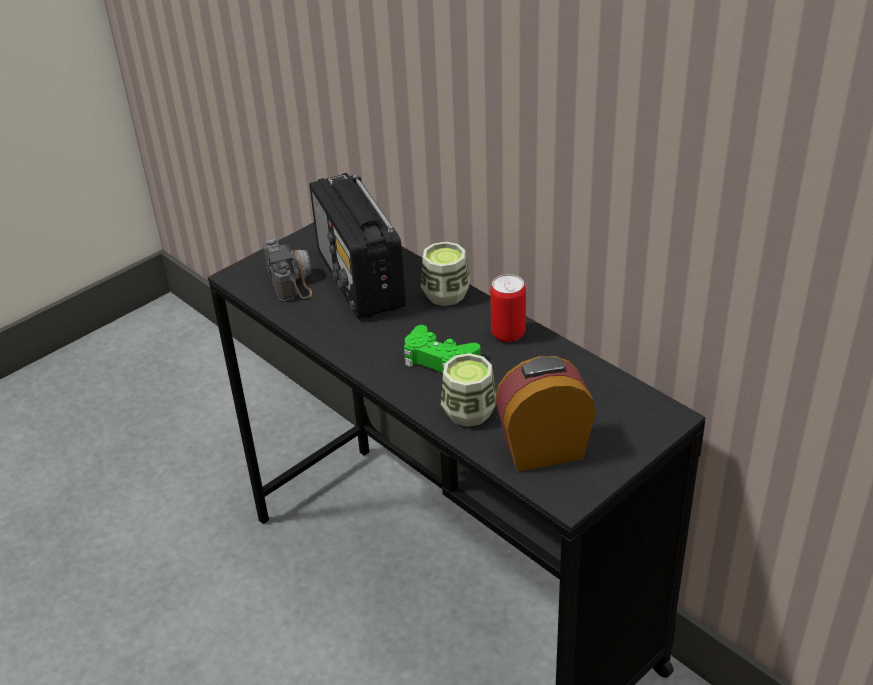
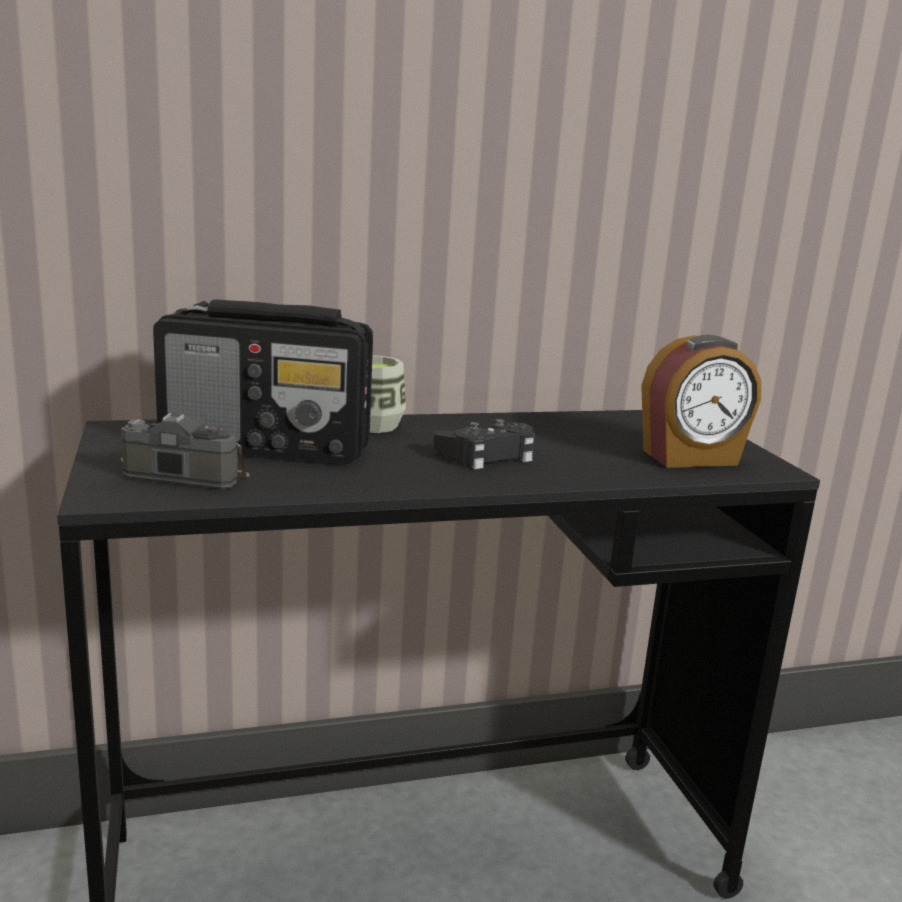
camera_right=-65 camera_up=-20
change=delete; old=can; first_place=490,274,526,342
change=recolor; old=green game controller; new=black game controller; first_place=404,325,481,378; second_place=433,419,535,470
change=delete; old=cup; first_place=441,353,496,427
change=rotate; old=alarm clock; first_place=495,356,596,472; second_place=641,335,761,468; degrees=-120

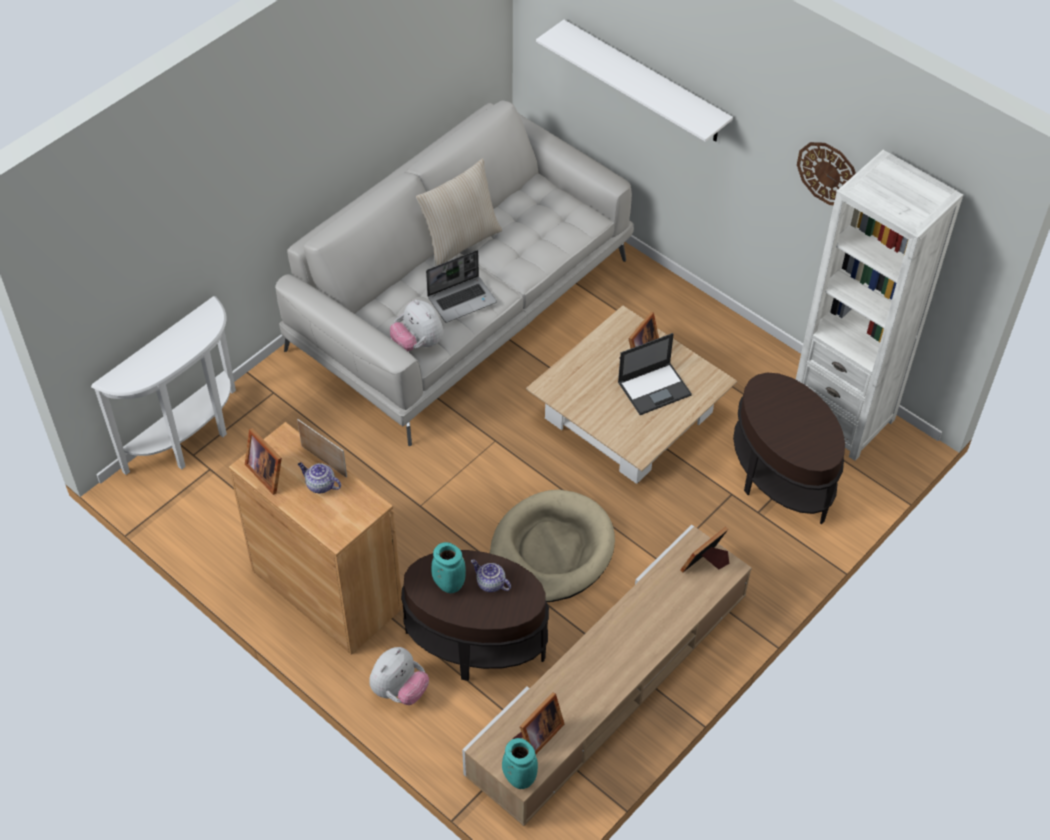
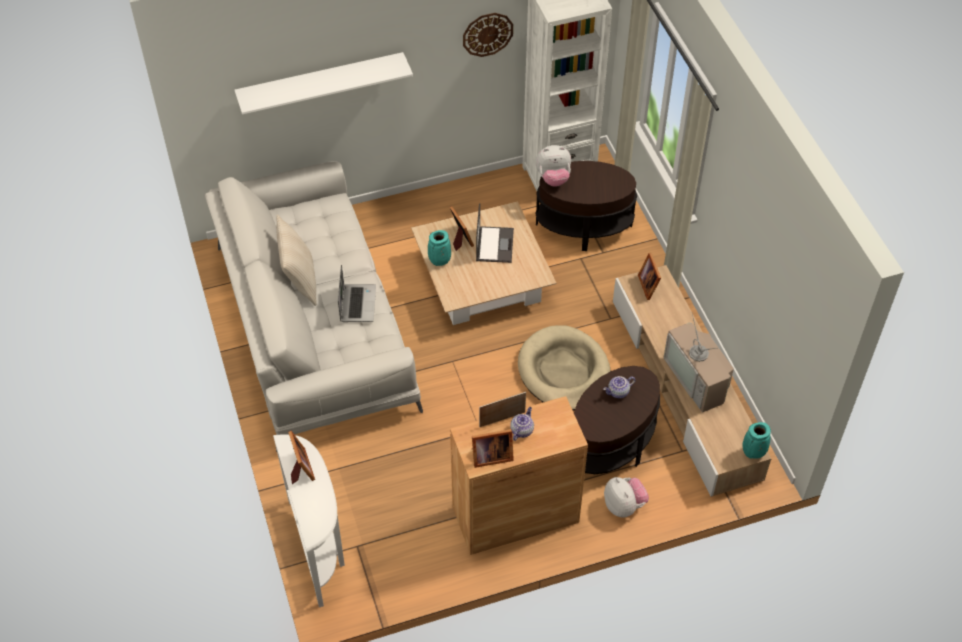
camera_right=-60 camera_up=0
change=move; old=plush toy; first_place=390,299,444,352; second_place=535,145,571,187
change=rotate; old=teapot; first_place=298,462,341,493; second_place=510,407,534,441; degrees=150
change=move; old=turquoise vase; first_place=431,542,466,593; second_place=428,230,451,266
change=move; old=picture frame; first_place=513,692,565,754; second_place=288,431,315,484
change=insert; new=television; second_place=664,314,734,413

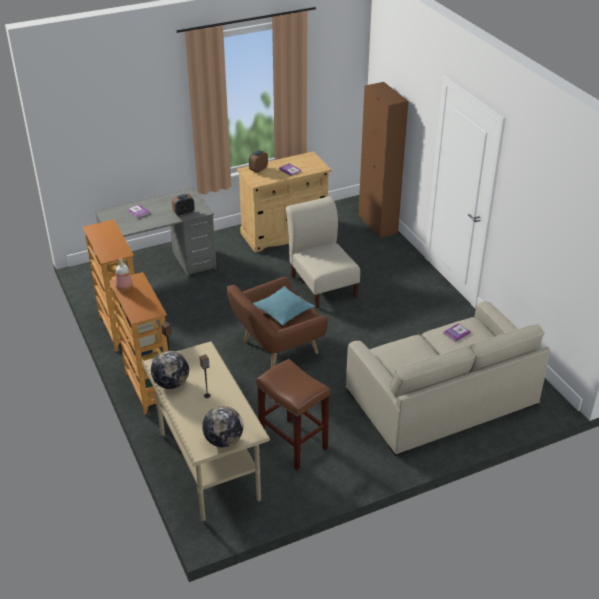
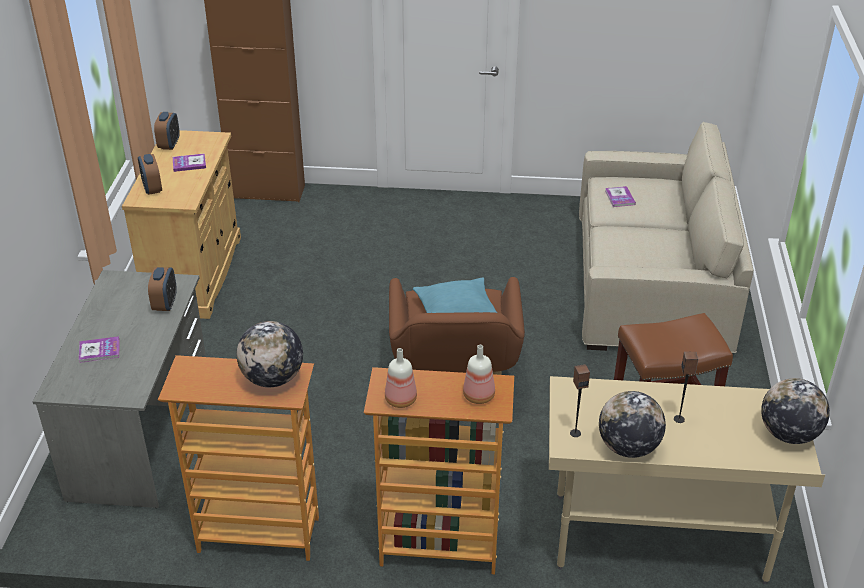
camera_right=-60 camera_up=0
change=delete; old=beige chair; first_place=286,196,360,309
change=insert; new=alarm clock; second_place=154,112,180,150
change=insert; new=globe; second_place=237,321,303,387
change=insert; new=bottle; second_place=463,345,495,404

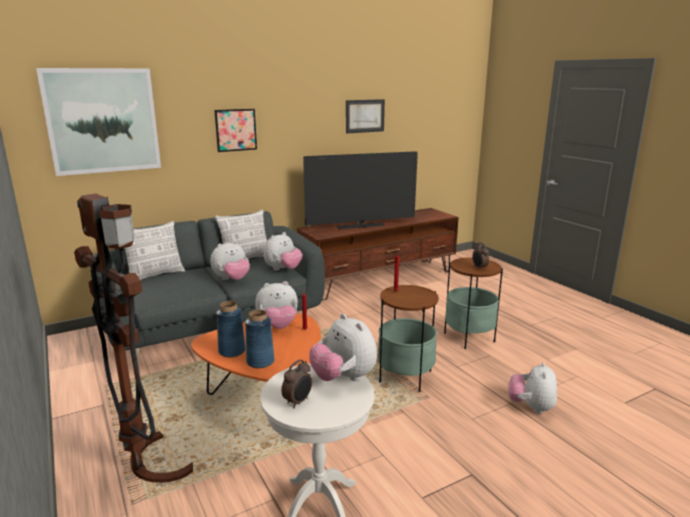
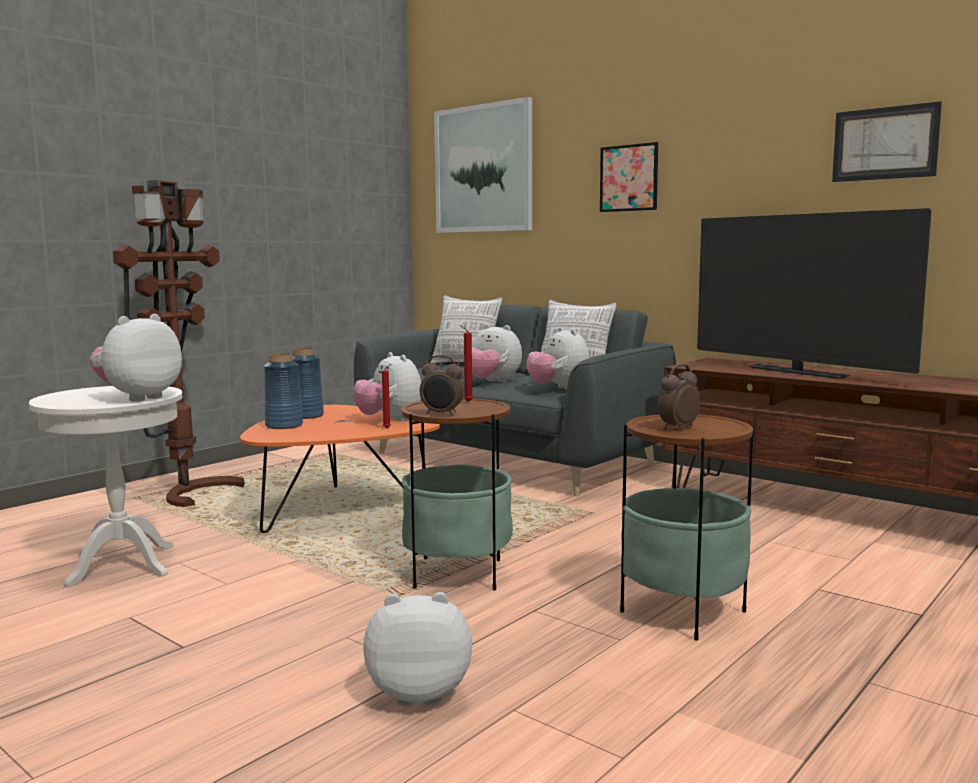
camera_right=70 camera_up=-10
change=rotate; old=plush toy; first_place=263,232,303,271; second_place=527,327,590,390; degrees=45
change=move; old=alarm clock; first_place=281,359,312,408; second_place=420,355,464,416

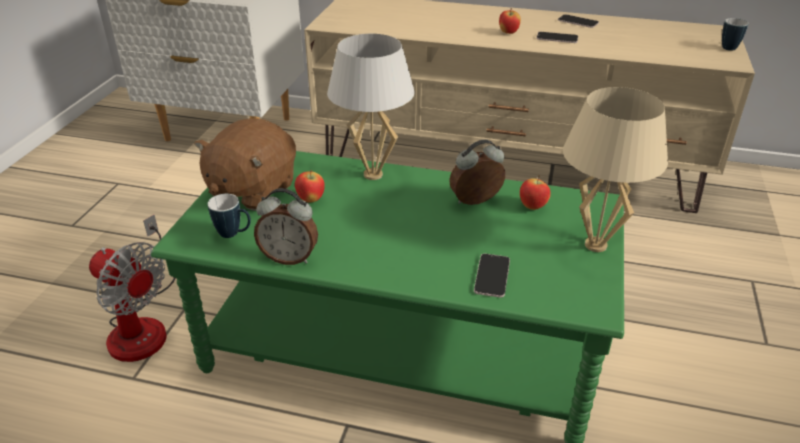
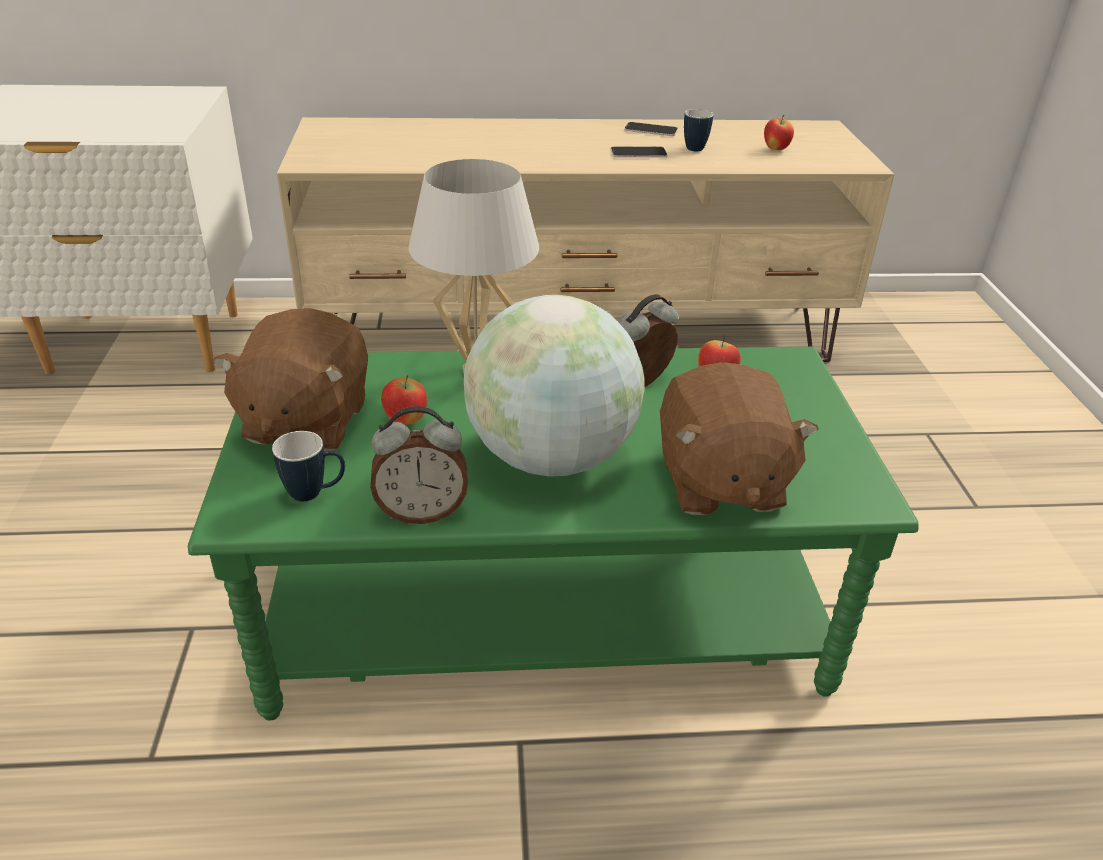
camera_right=-20 camera_up=0
change=move; old=apple; first_place=499,8,521,34; second_place=764,115,794,150
change=move; old=mug; first_place=722,18,749,51; second_place=684,109,714,151
change=delete; old=beige table lamp; first_place=563,87,668,252
change=delete; old=fan; first_place=89,215,175,362
change=replace; old=phone; new=brown plush toy; first_place=474,254,510,298; second_place=660,362,819,515
change=insert; new=globe; second_place=464,295,645,477

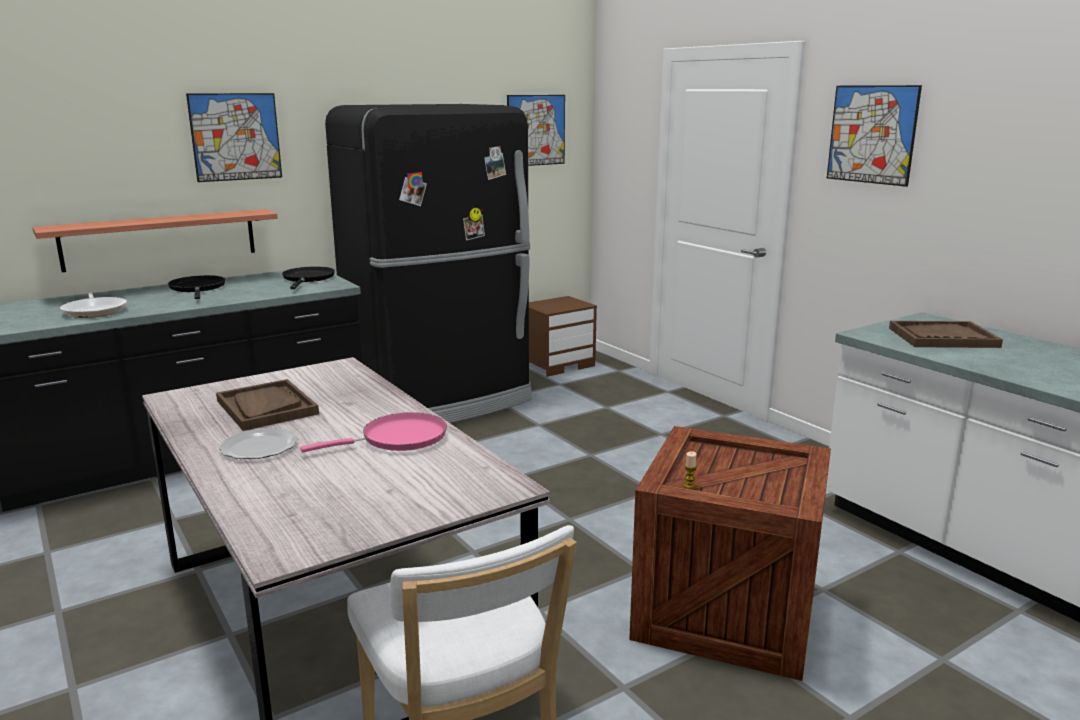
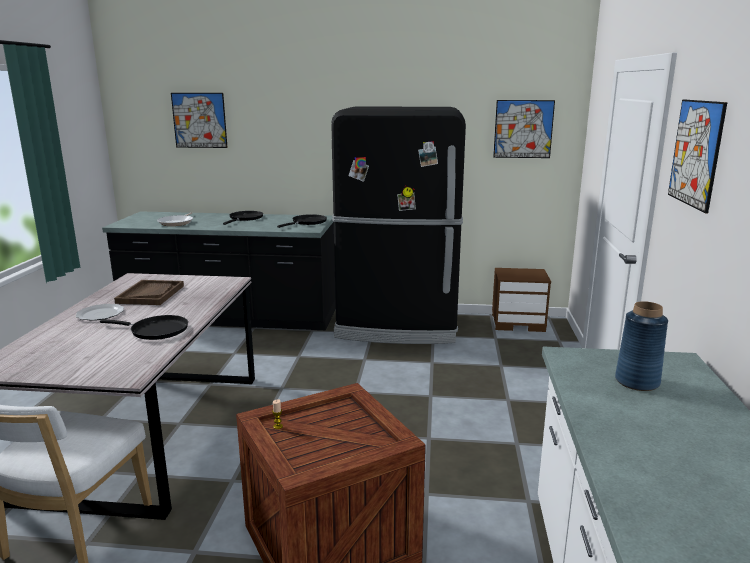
camera_right=40 camera_up=0
change=move; old=picture; first_place=186,93,282,182; second_place=171,93,228,148
change=delete; old=shelf; first_place=32,209,278,272
change=replace; old=brown tray; new=blue vase; first_place=889,321,1003,348; second_place=615,301,668,391
change=recolor; old=pink frying pan; new=black frying pan; first_place=301,412,447,452; second_place=100,315,188,340

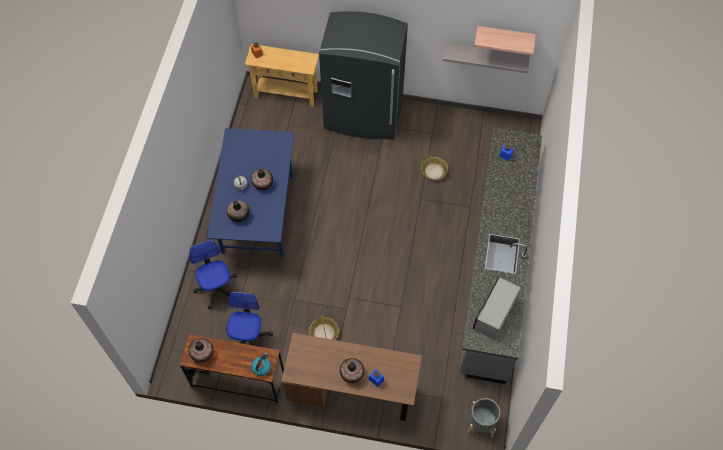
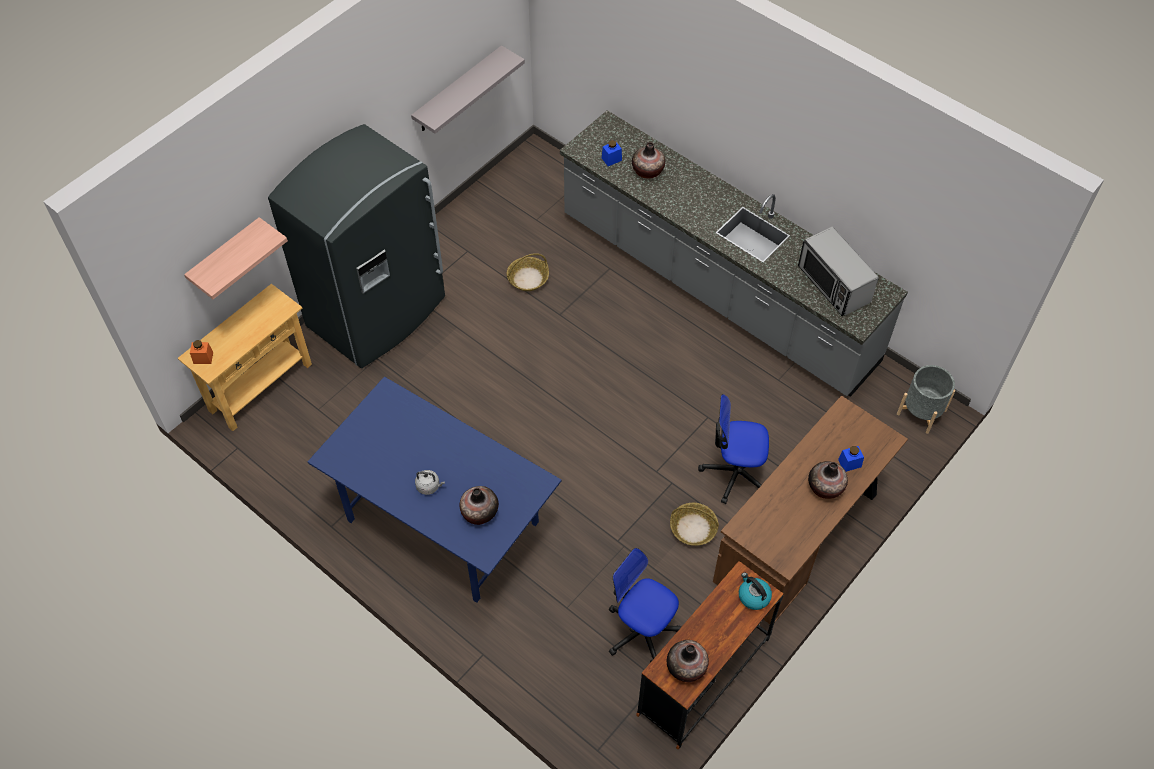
camera_right=-60 camera_up=-5
change=move; old=shelf; first_place=474,26,536,55; second_place=184,217,288,299
change=move; old=vase; first_place=251,169,273,190; second_place=632,142,665,178
change=move; old=office chair; first_place=190,240,237,309; second_place=698,394,769,504

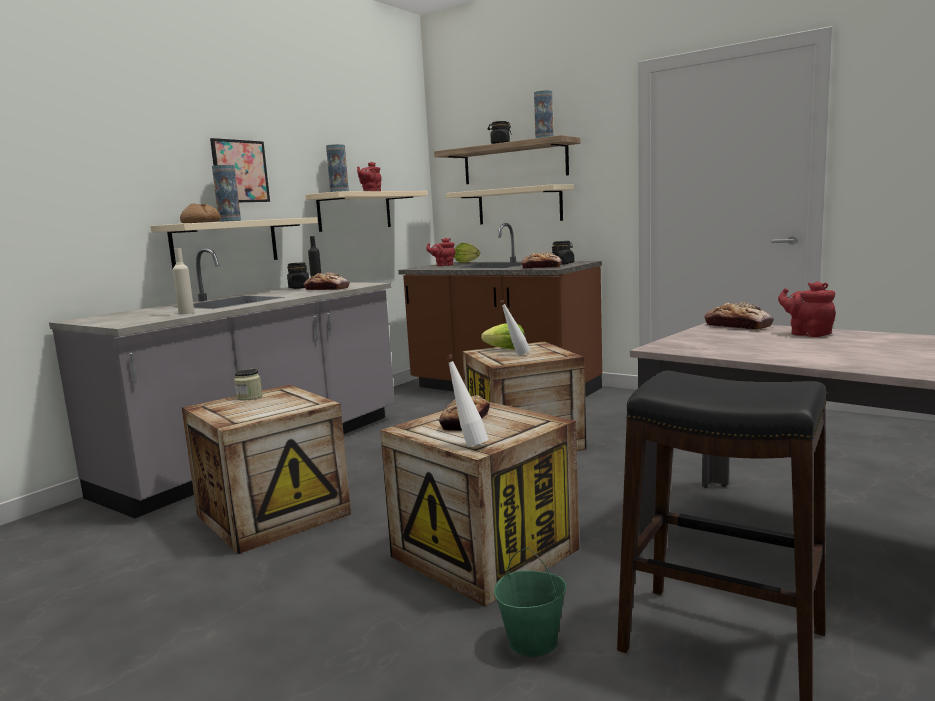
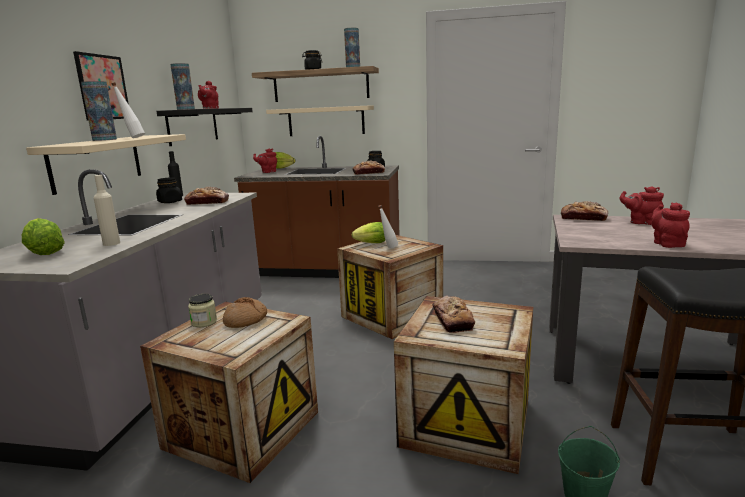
camera_right=-25 camera_up=5
change=recolor; old=beige shelf; new=black shelf; first_place=305,191,427,232; second_place=156,108,253,146
change=move; old=bread; first_place=180,203,221,223; second_place=223,297,267,328
change=move; old=white bottle; first_place=446,354,489,447; second_place=112,82,145,138
change=insert; new=red teapot; second_place=652,203,690,248
change=insert; new=lettuce; second_place=22,218,65,255

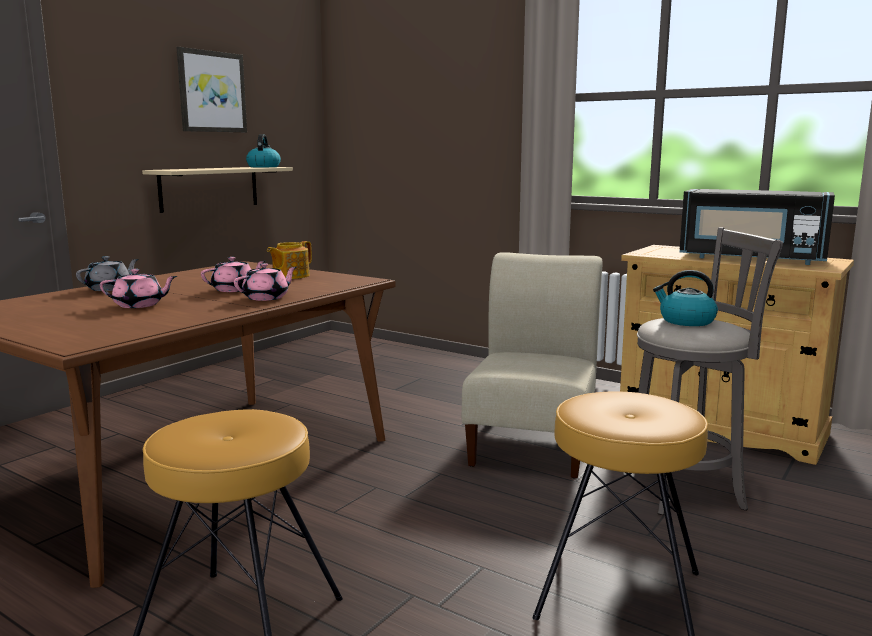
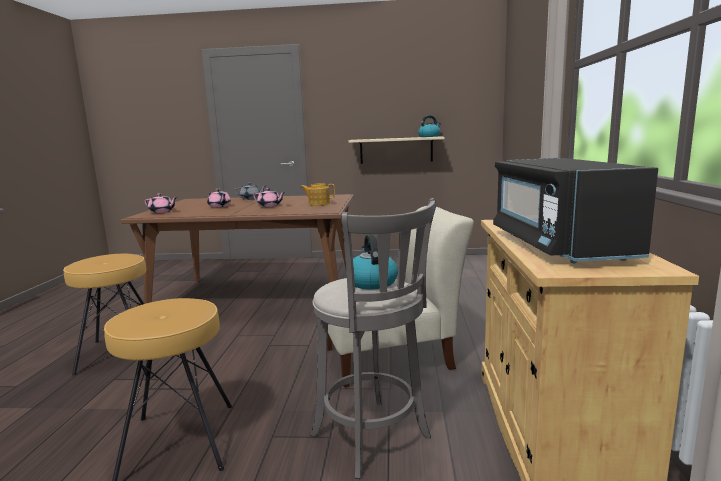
camera_right=60 camera_up=0
change=delete; old=picture; first_place=176,47,247,132
change=move; old=pink teapot; first_place=234,263,296,301; second_place=145,193,177,213

